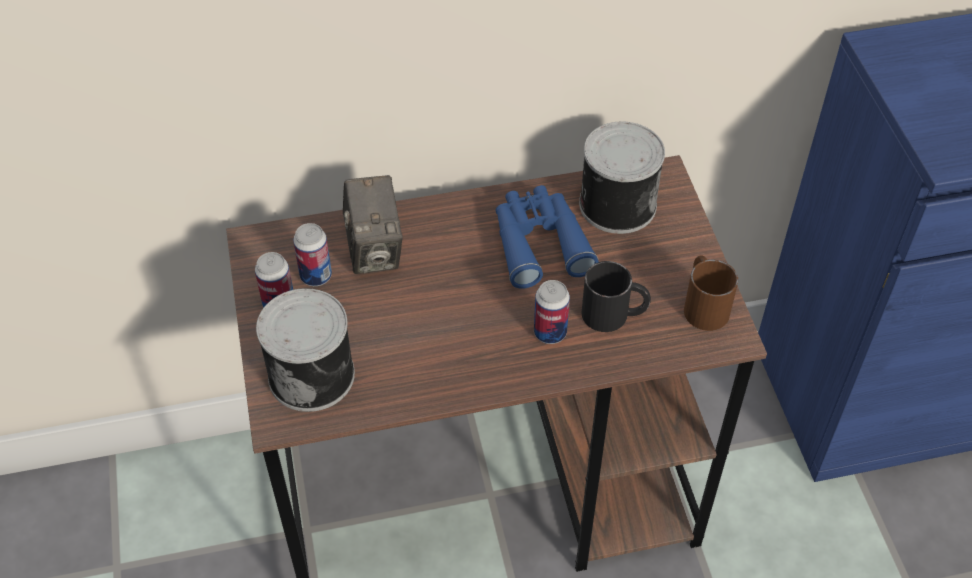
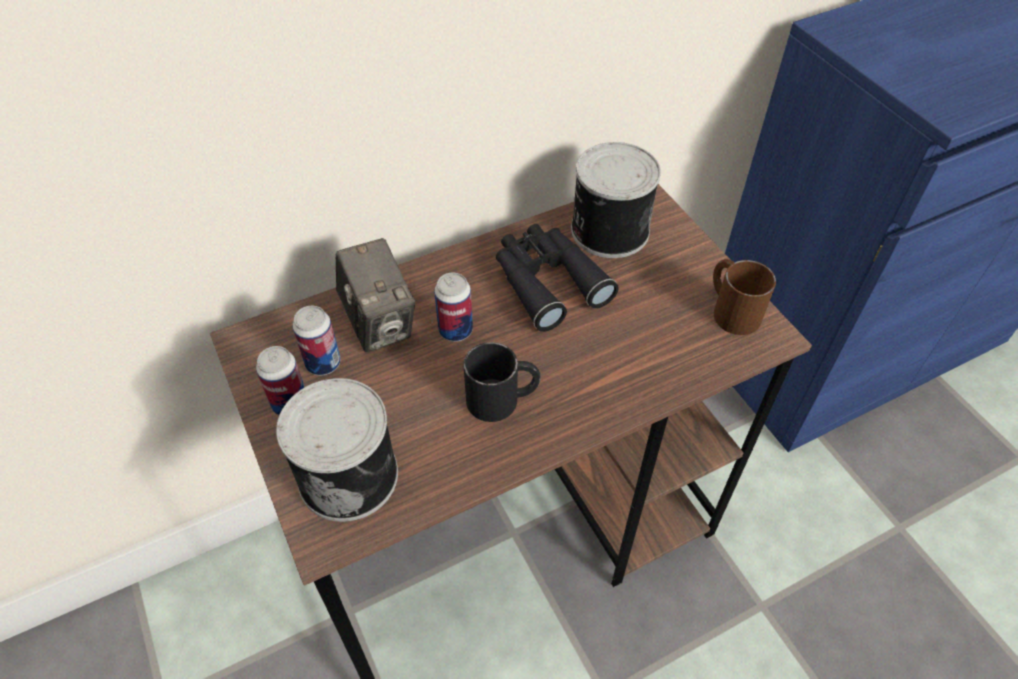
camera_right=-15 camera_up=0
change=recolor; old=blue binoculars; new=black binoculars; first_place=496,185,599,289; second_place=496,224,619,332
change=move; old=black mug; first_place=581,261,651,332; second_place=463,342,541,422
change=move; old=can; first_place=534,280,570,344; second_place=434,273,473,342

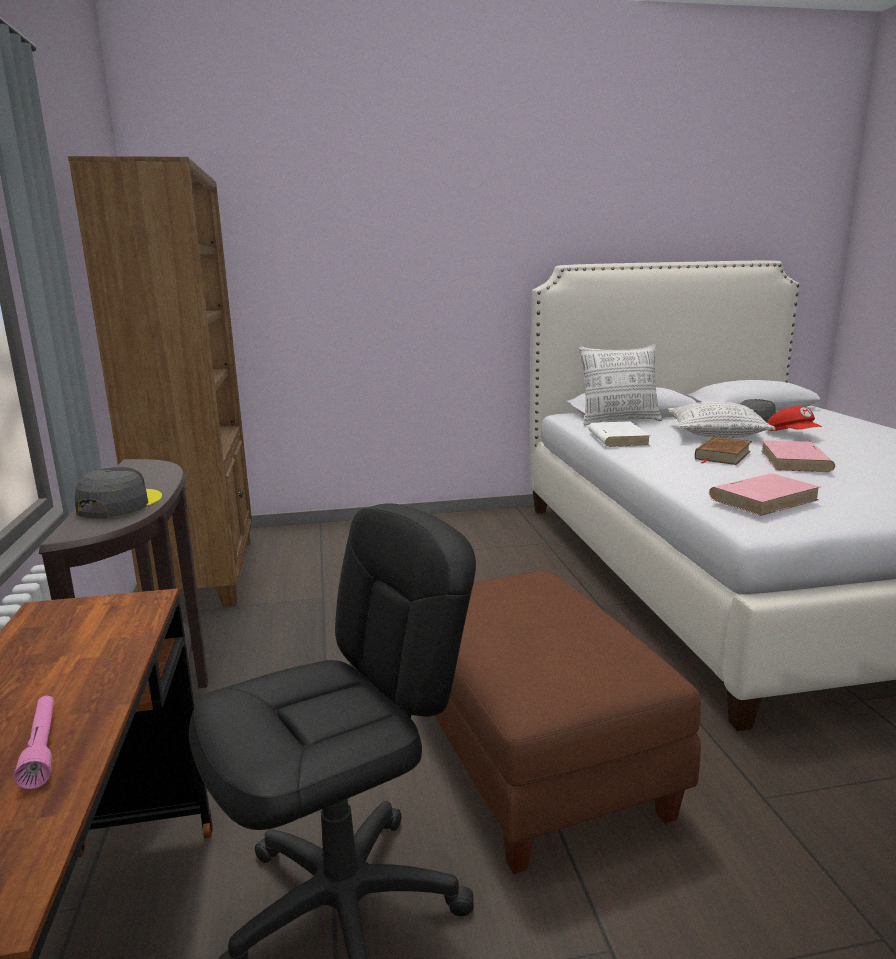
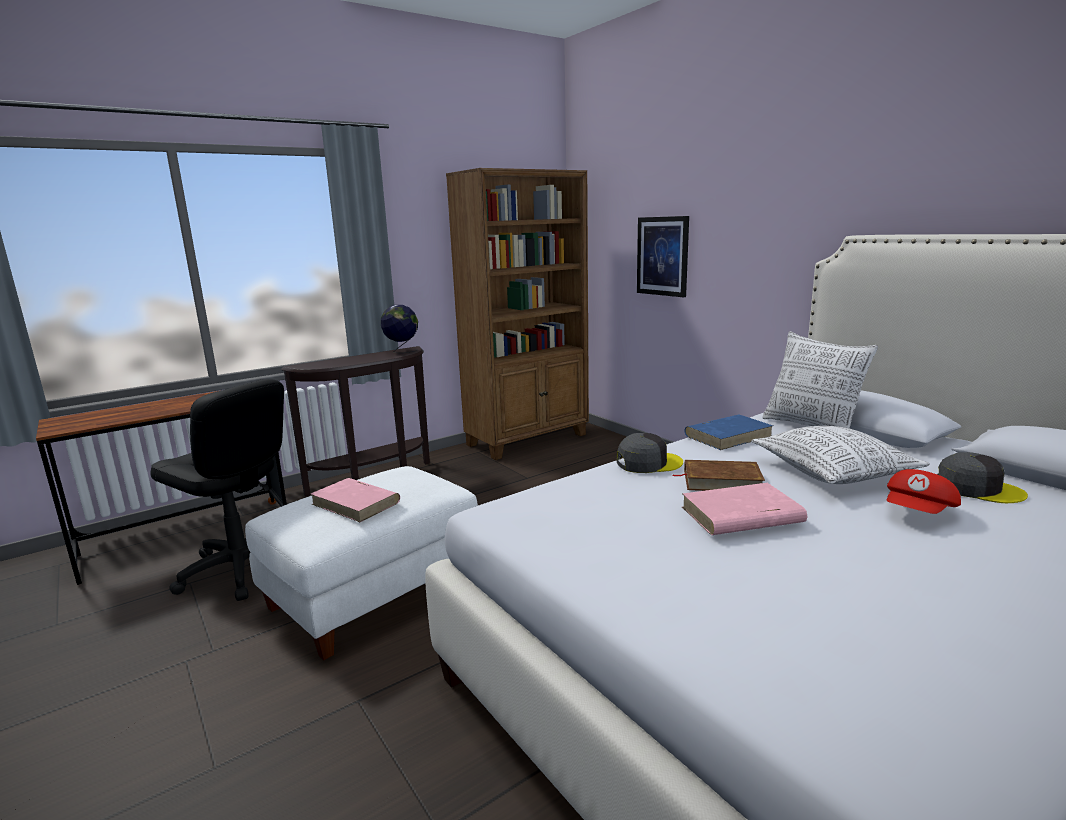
camera_right=65 camera_up=0
change=recolor; old=white book; new=blue book; first_place=588,421,651,447; second_place=684,415,773,450
change=move; old=grey cap; first_place=75,467,162,518; second_place=617,433,683,473
change=move; old=pink book; first_place=709,473,820,516; second_place=311,478,400,522
change=recolor; old=brown ottoman; new=white ottoman; first_place=434,572,701,874; second_place=245,466,478,660
change=delete; old=pink flashlight; first_place=14,696,54,789
change=insert; new=picture; second_place=637,216,689,297
change=insert; new=globe; second_place=381,305,418,353

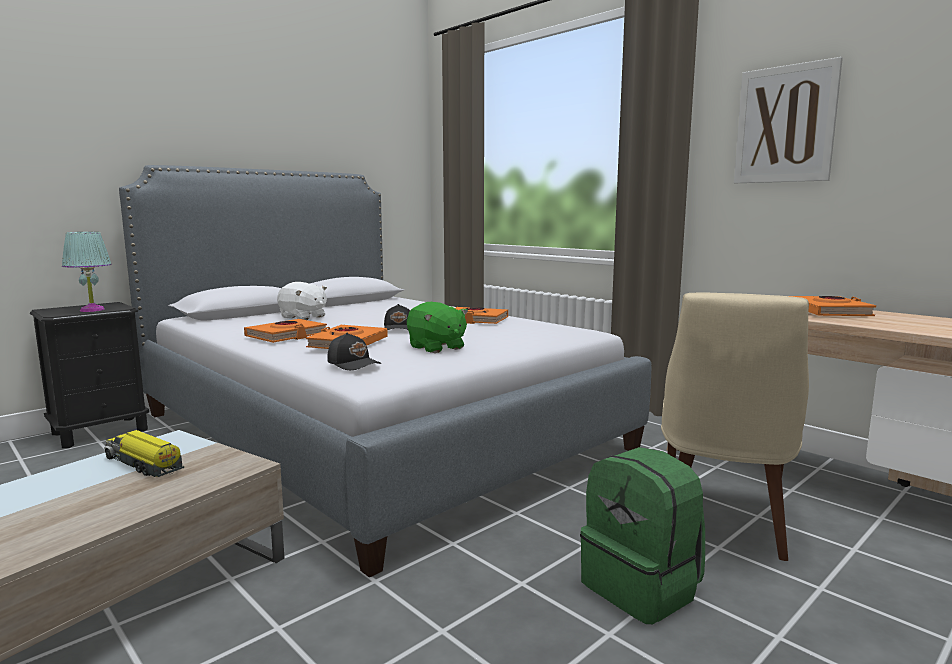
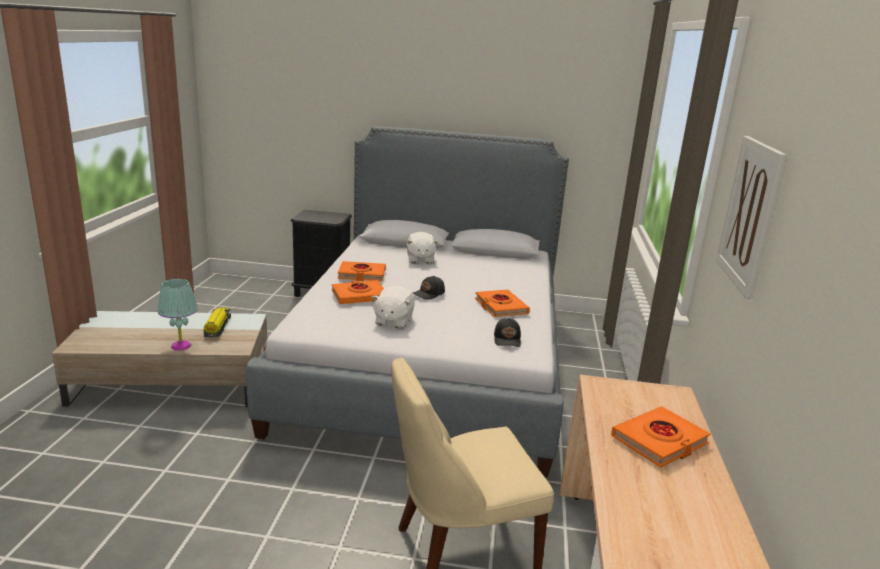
camera_right=50 camera_up=10
change=move; old=turquoise table lamp; first_place=62,232,112,312; second_place=158,279,198,351
change=recolor; old=green plush toy; new=white plush toy; first_place=407,302,468,353; second_place=371,286,415,329
change=move; old=black cap; first_place=327,333,381,370; second_place=494,318,521,347
change=delete; old=green backpack; first_place=580,447,705,624

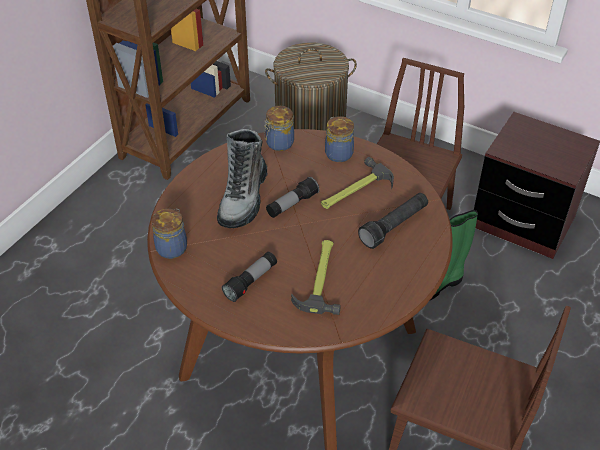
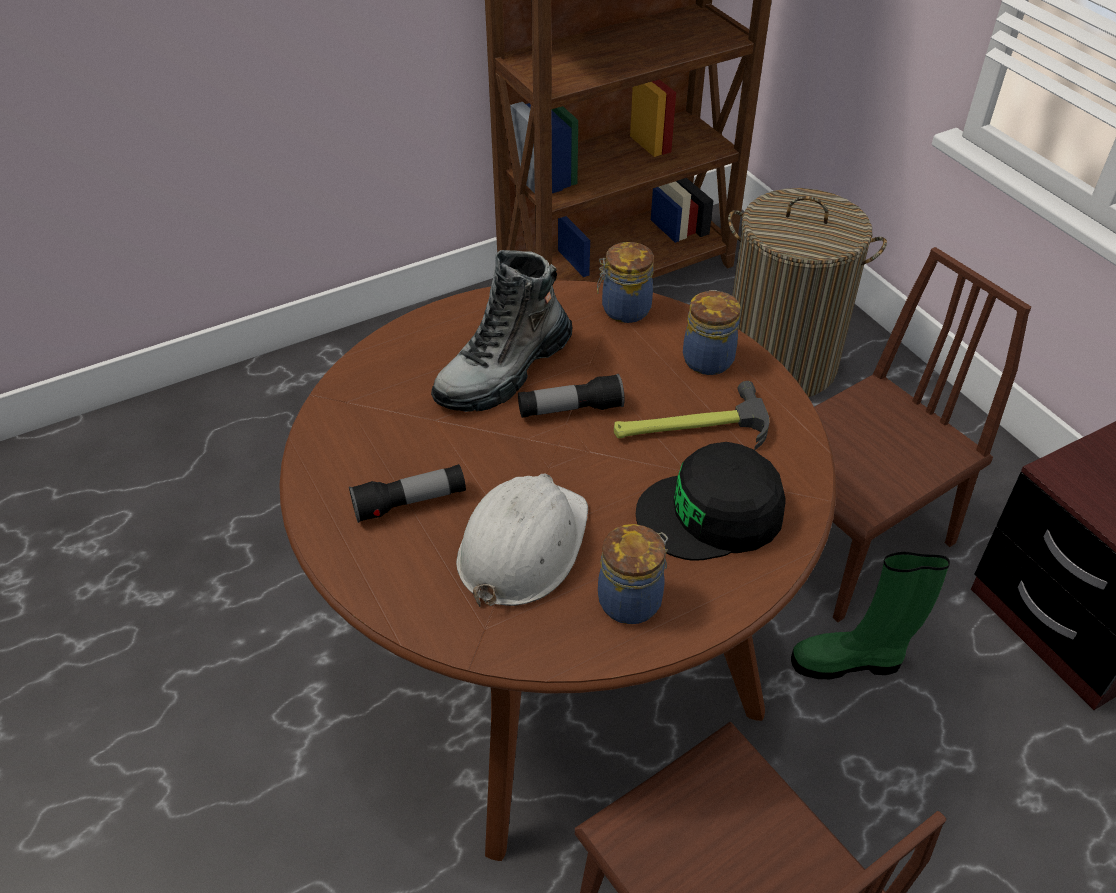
camera_right=30 camera_up=0
change=replace; old=black flashlight; new=black cap; first_place=358,193,428,249; second_place=636,442,786,561
change=move; old=jar; first_place=152,208,187,259; second_place=598,524,668,624
change=replace; old=hammer; new=white hard hat; first_place=291,240,341,315; second_place=456,474,588,607

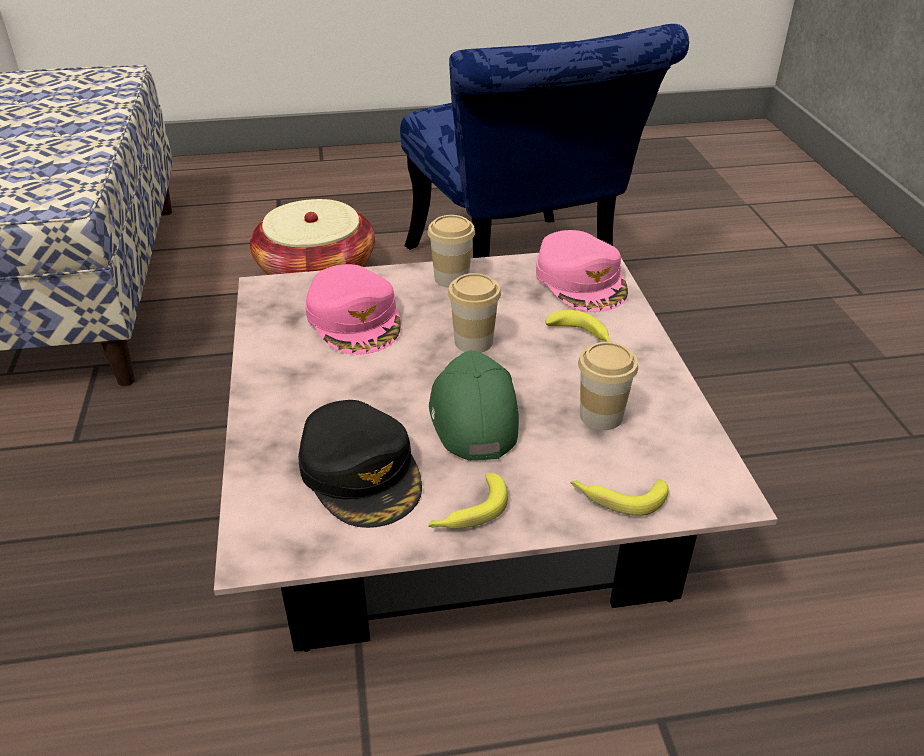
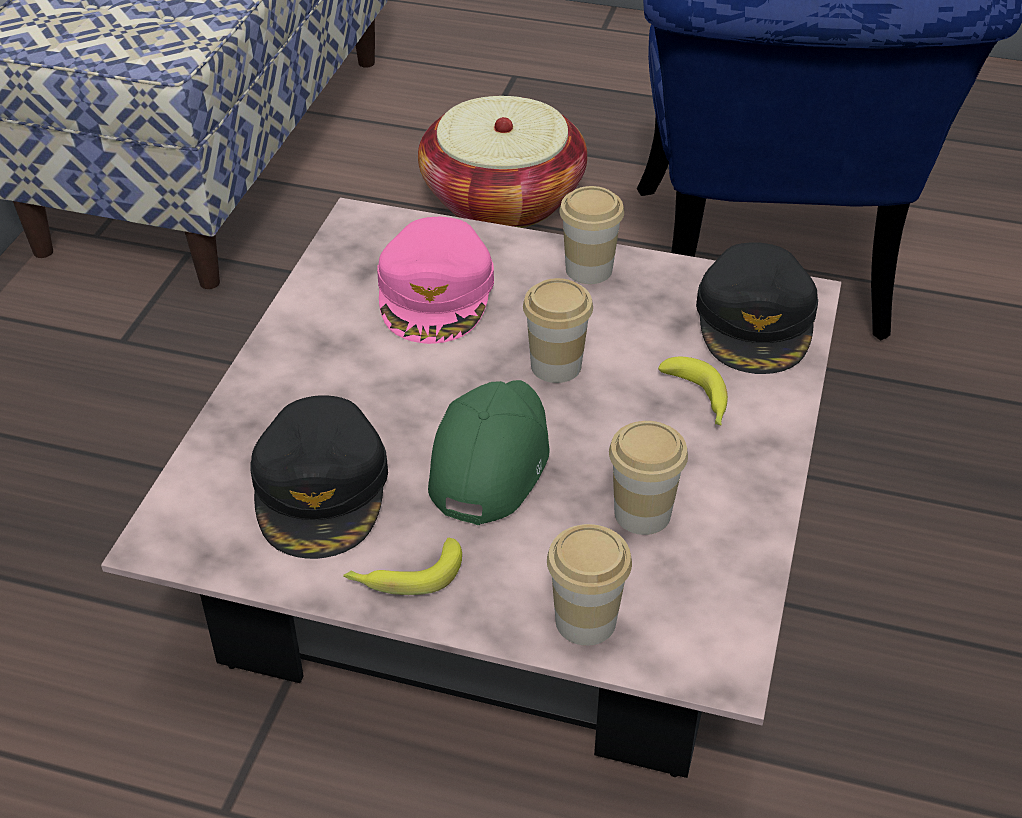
camera_right=25 camera_up=5
change=recolor; old=pink cap; new=black cap; first_place=536,230,628,312; second_place=696,242,818,374
change=replace; old=banana; new=cup; first_place=570,479,669,516; second_place=547,524,632,646

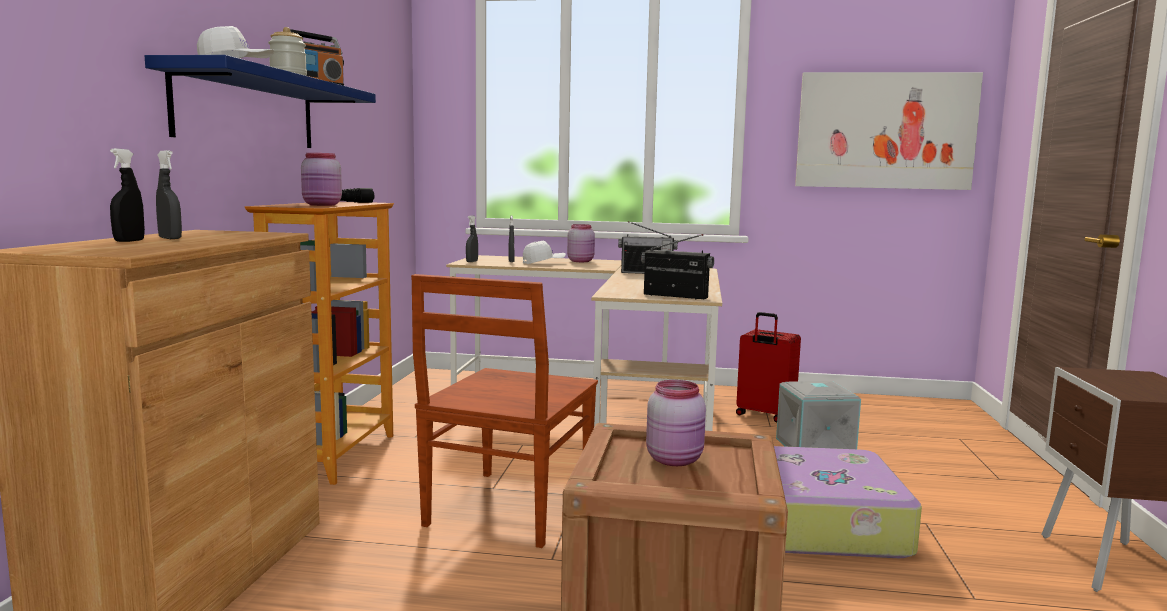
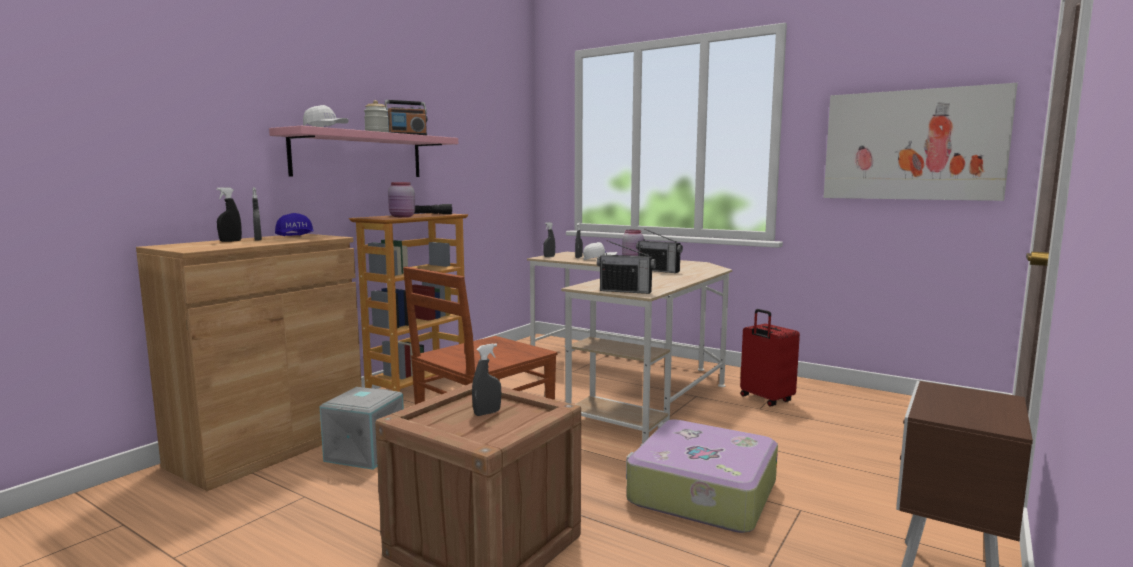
camera_right=25 camera_up=0
change=recolor; old=blue shelf; new=pink shelf; first_place=145,55,376,148; second_place=269,126,458,177
change=rotate; old=radio; first_place=641,234,714,299; second_place=597,240,656,294; degrees=150
change=replace; old=pink jar; new=grey spray bottle; first_place=646,380,706,466; second_place=472,343,501,416
change=move; old=grey storage box; first_place=776,381,861,449; second_place=320,387,404,470
change=insert; new=blue cap; second_place=275,213,313,236

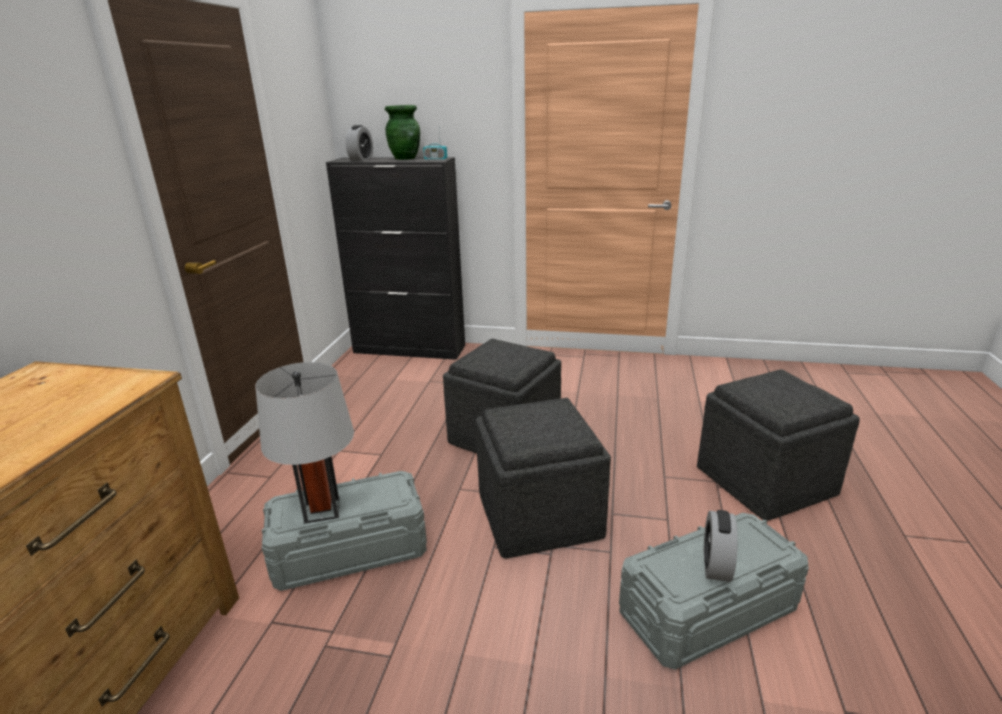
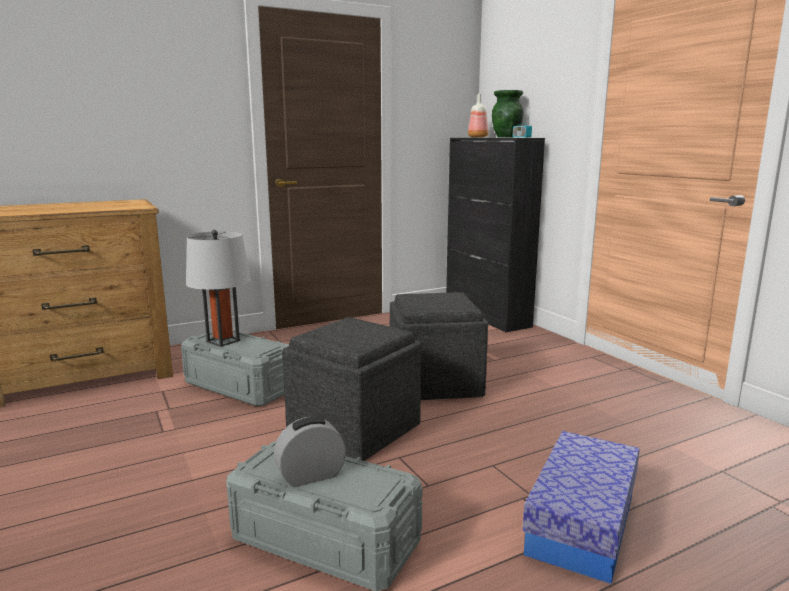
camera_right=50 camera_up=-10
change=replace; old=alarm clock; new=bottle; first_place=346,125,373,161; second_place=468,94,488,138
change=replace; old=grey ottoman; new=storage box; first_place=697,369,860,521; second_place=522,431,640,584

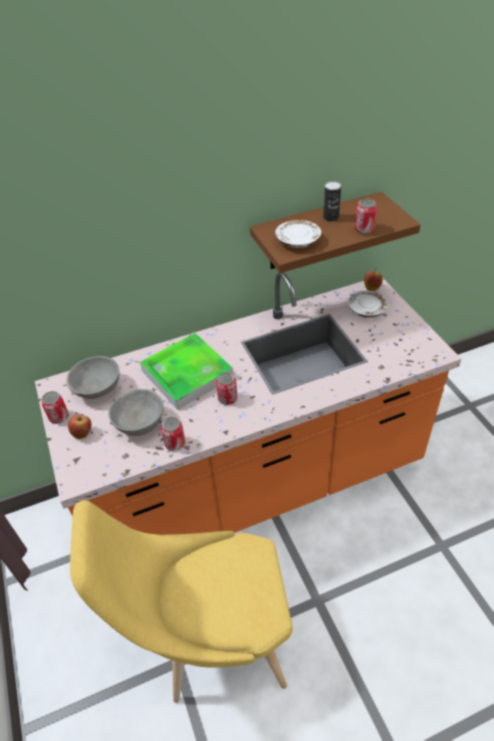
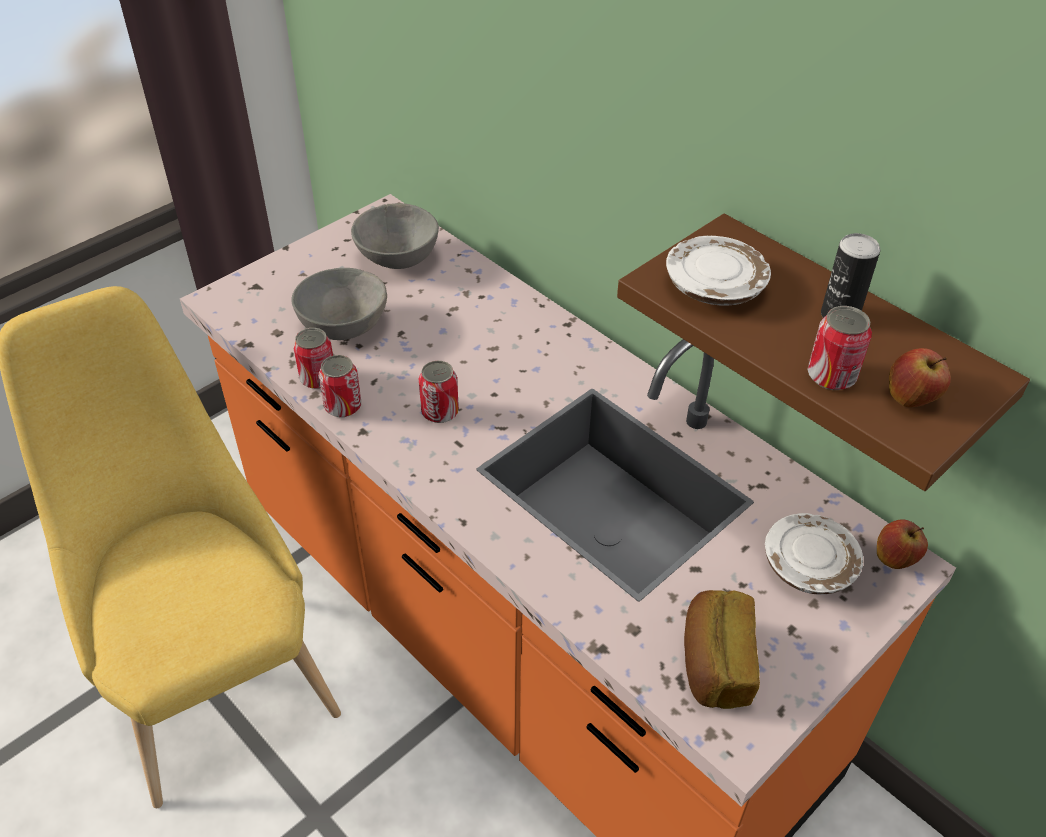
camera_right=65 camera_up=0
change=delete; old=tray; first_place=140,333,234,410
change=move; old=can; first_place=42,391,69,424; second_place=319,355,361,417
change=move; old=apple; first_place=68,414,91,439; second_place=889,348,951,407
change=insert; new=bread; second_place=684,590,760,709

